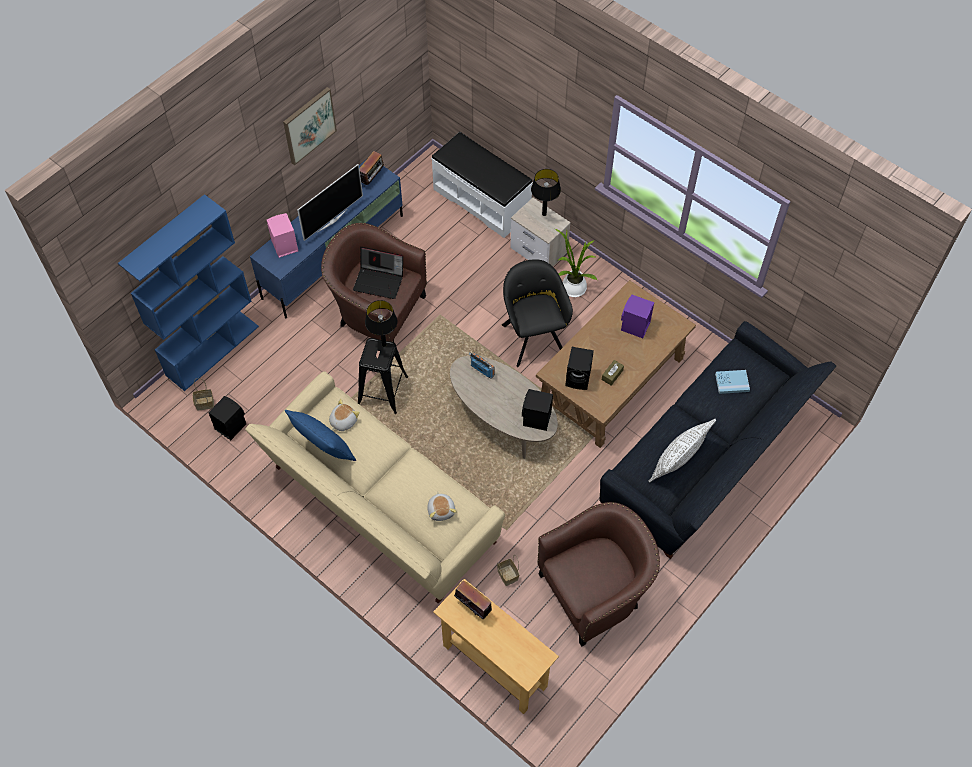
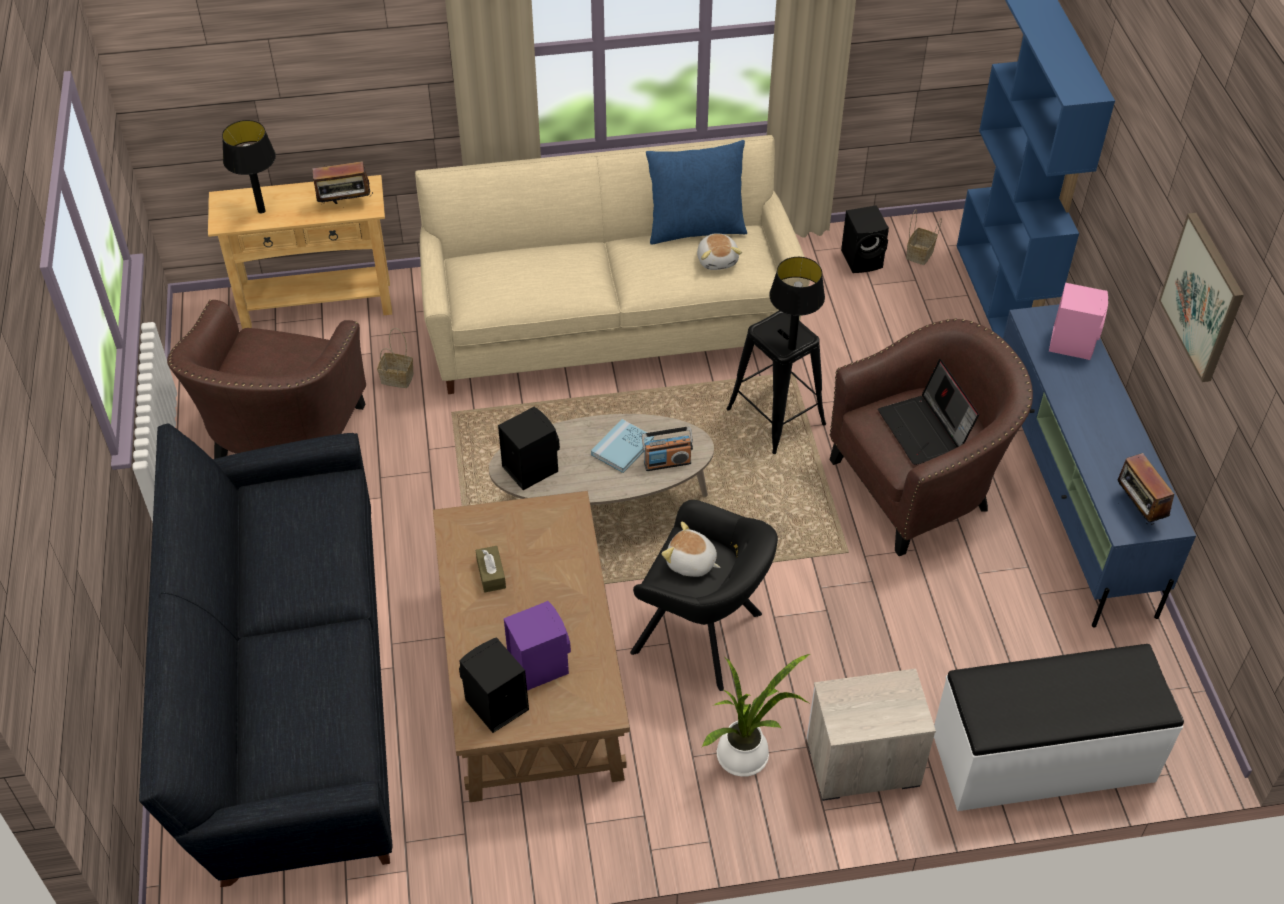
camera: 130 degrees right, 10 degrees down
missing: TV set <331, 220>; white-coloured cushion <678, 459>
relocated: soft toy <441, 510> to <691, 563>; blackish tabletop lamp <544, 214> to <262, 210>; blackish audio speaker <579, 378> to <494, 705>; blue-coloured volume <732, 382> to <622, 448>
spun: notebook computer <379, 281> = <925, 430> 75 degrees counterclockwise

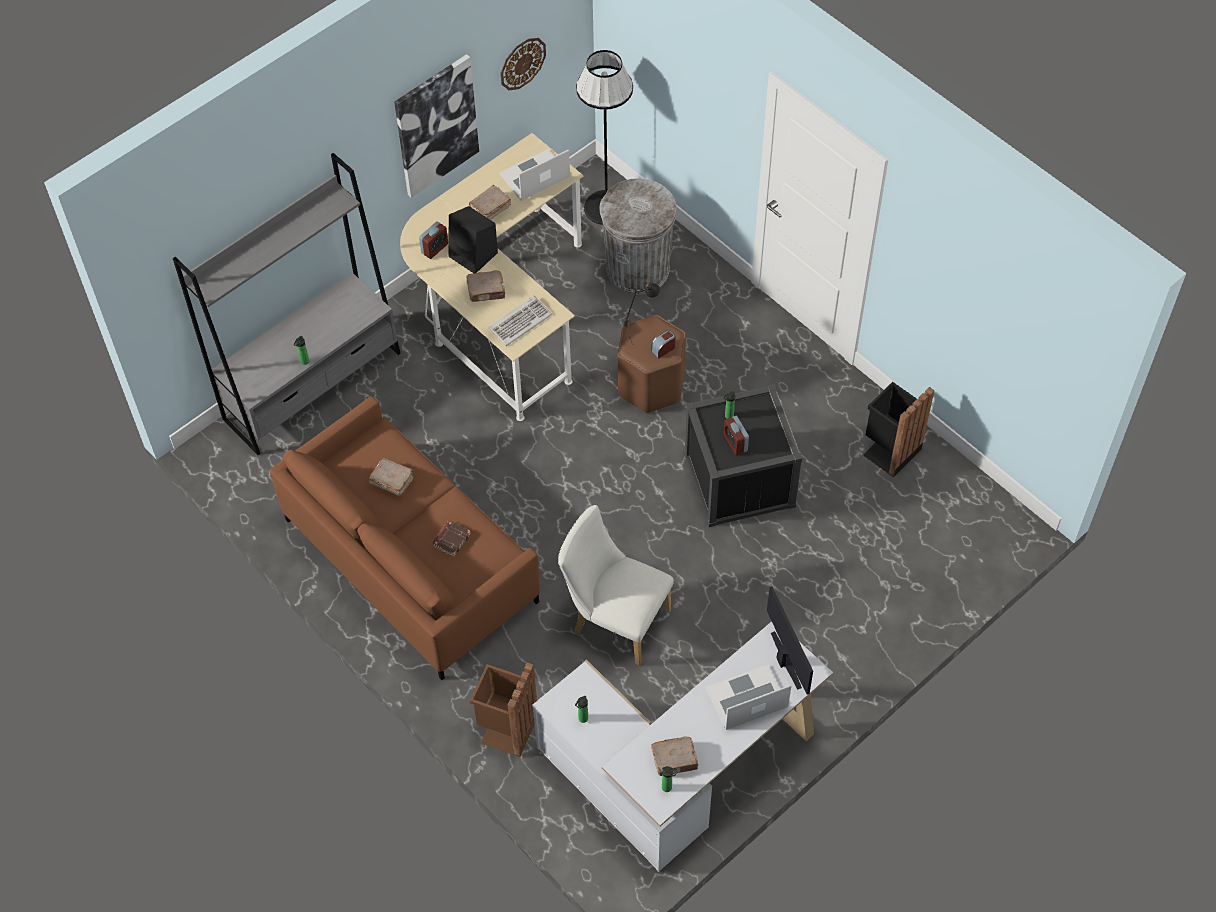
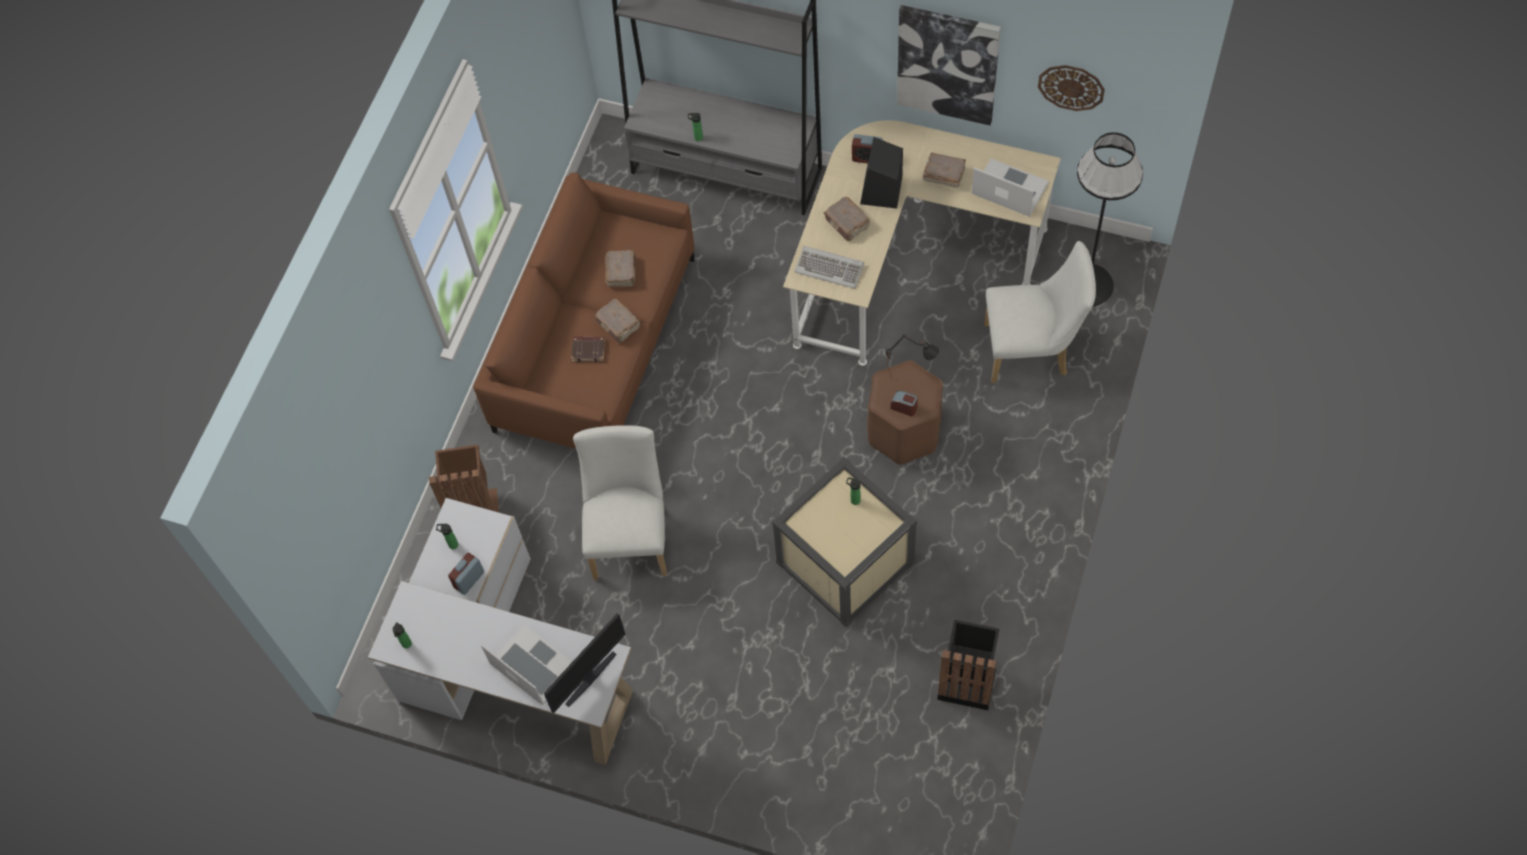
camera: 65 degrees right, 5 degrees up
relocated: brown volume <675, 760> to <618, 325>; bedside clock <735, 443> to <469, 580>
exchanged: greyish trash can <638, 269> to white-coloured plain chair <1032, 350>
colour: blackish storage box <739, 480> to beige storage box <845, 562>

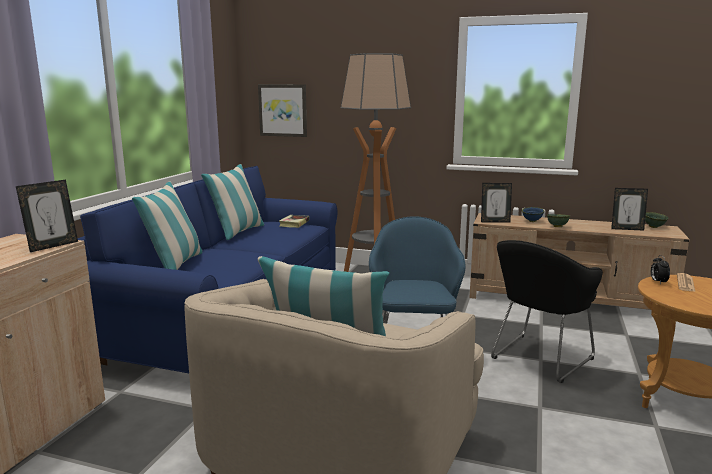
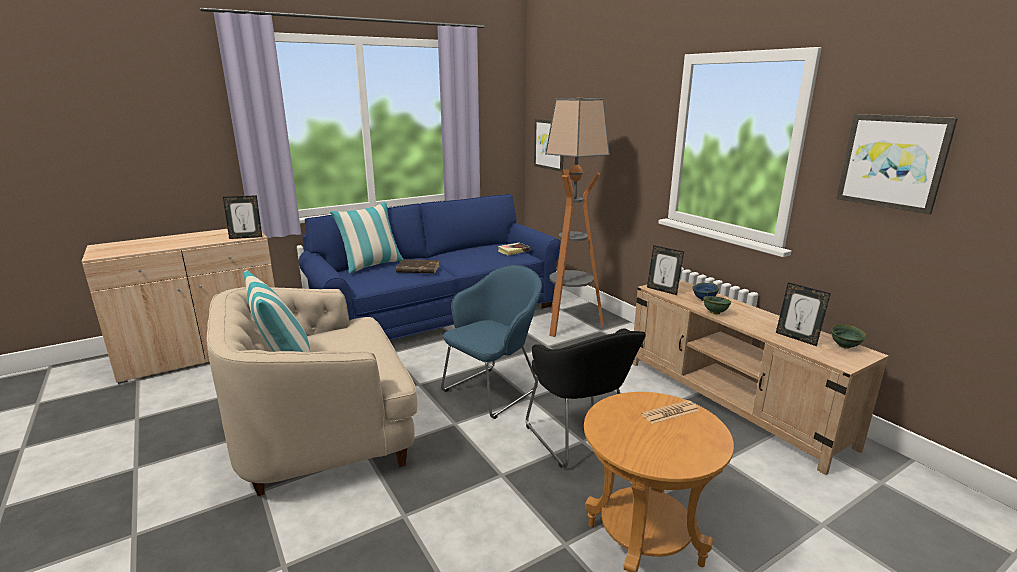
camera: 40 degrees right, 5 degrees up
missing: cushion <237, 232>; bedside clock <658, 282>
appeared: brown volume <417, 269>; picture <893, 162>
spun: blackish armchair <538, 359> = <580, 440> 105 degrees counterclockwise

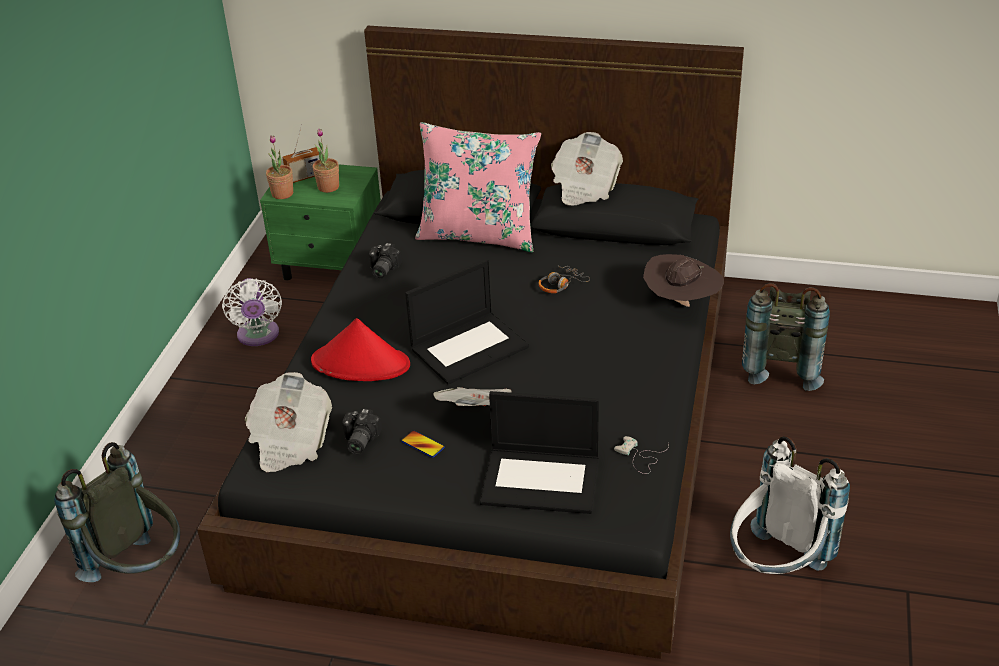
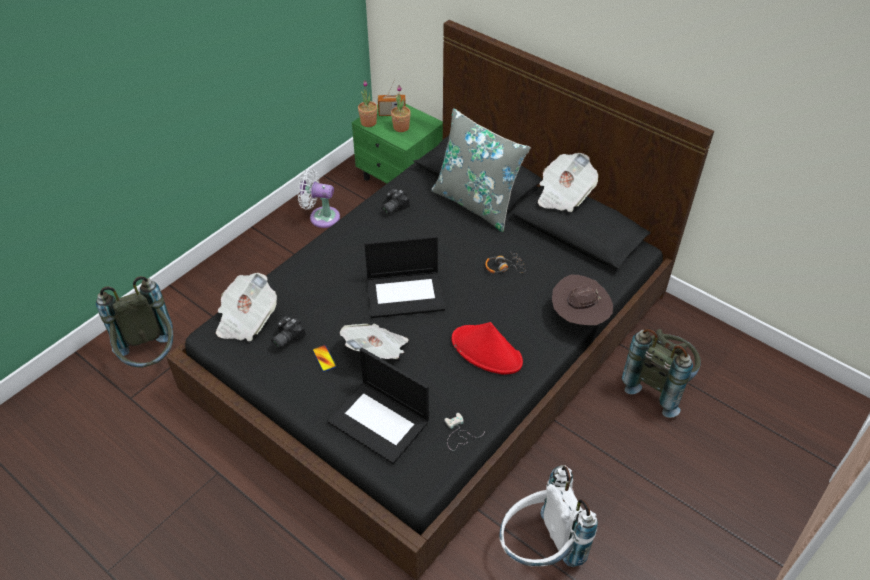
camera: 25 degrees right, 10 degrees up
relocated: reddish hat <361, 363> to <487, 351>
colour: pinkish cushion <479, 234> to greyish cushion <476, 203>
spun: white-coloured fan <258, 336> = <321, 217> 90 degrees clockwise

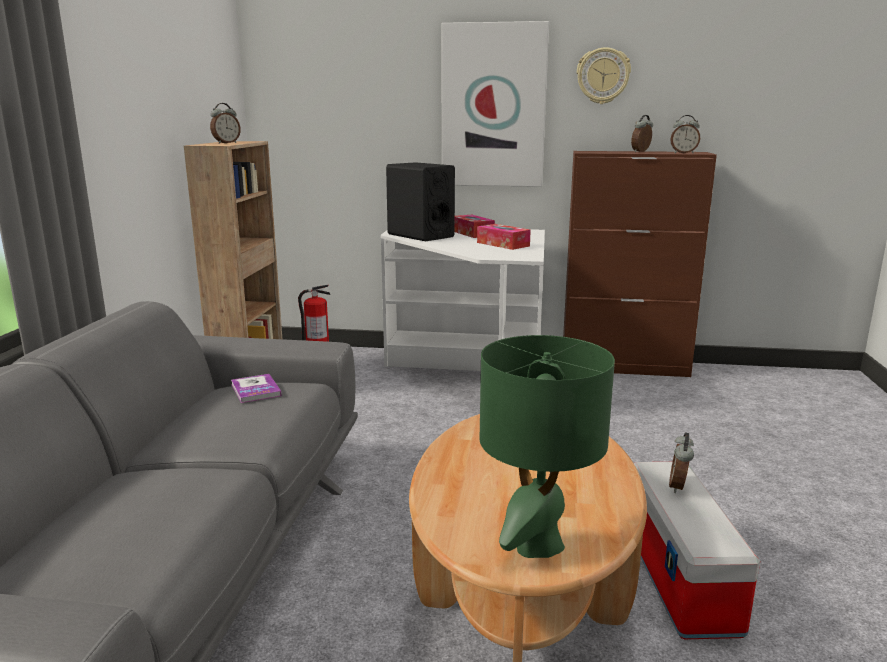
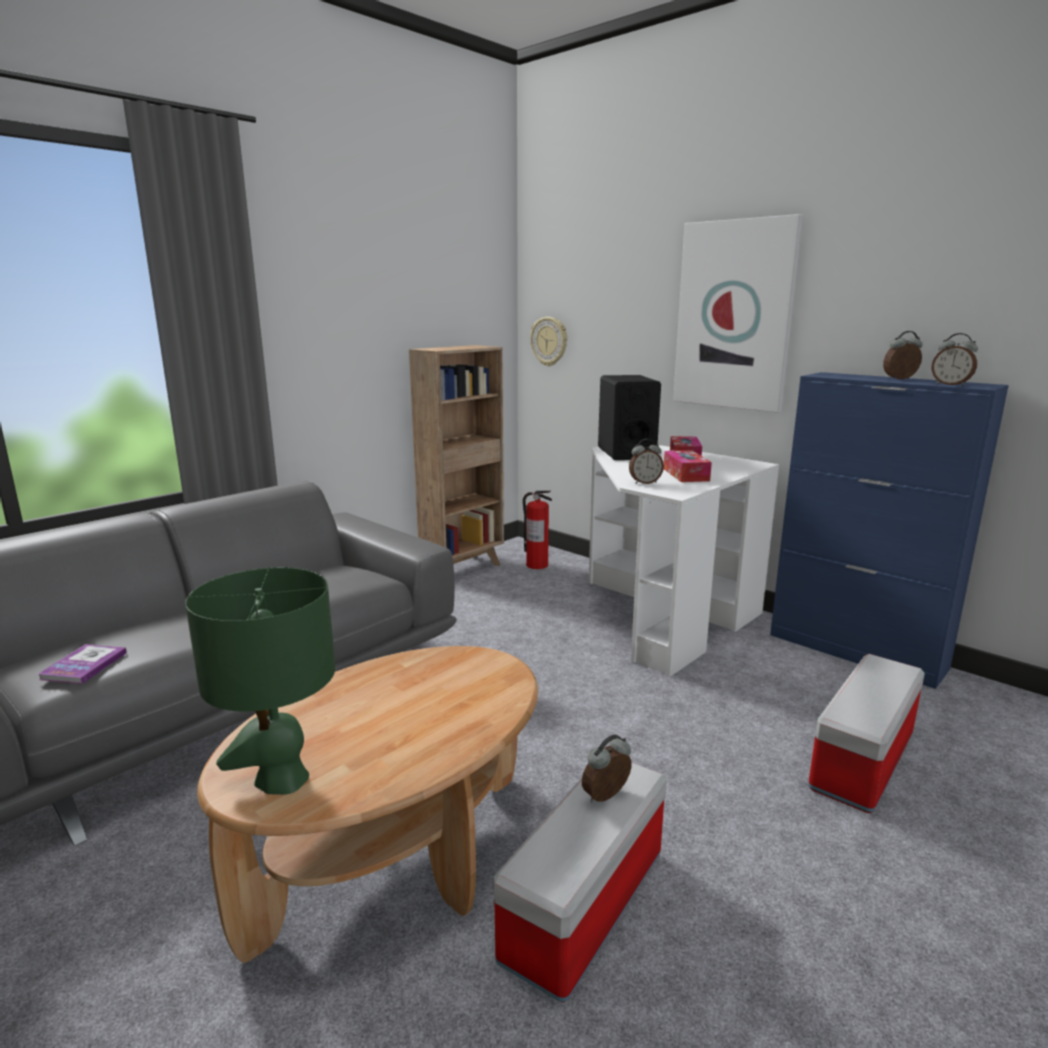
camera: 35 degrees right, 0 degrees up
appeared: storage box <863, 762>
relocated: bedside clock <226, 143> to <645, 483>; volume <256, 390> to <84, 666>; hanging clock <603, 76> to <549, 341>
colour: brown cabinet <625, 367> to blue-coloured cabinet <856, 651>

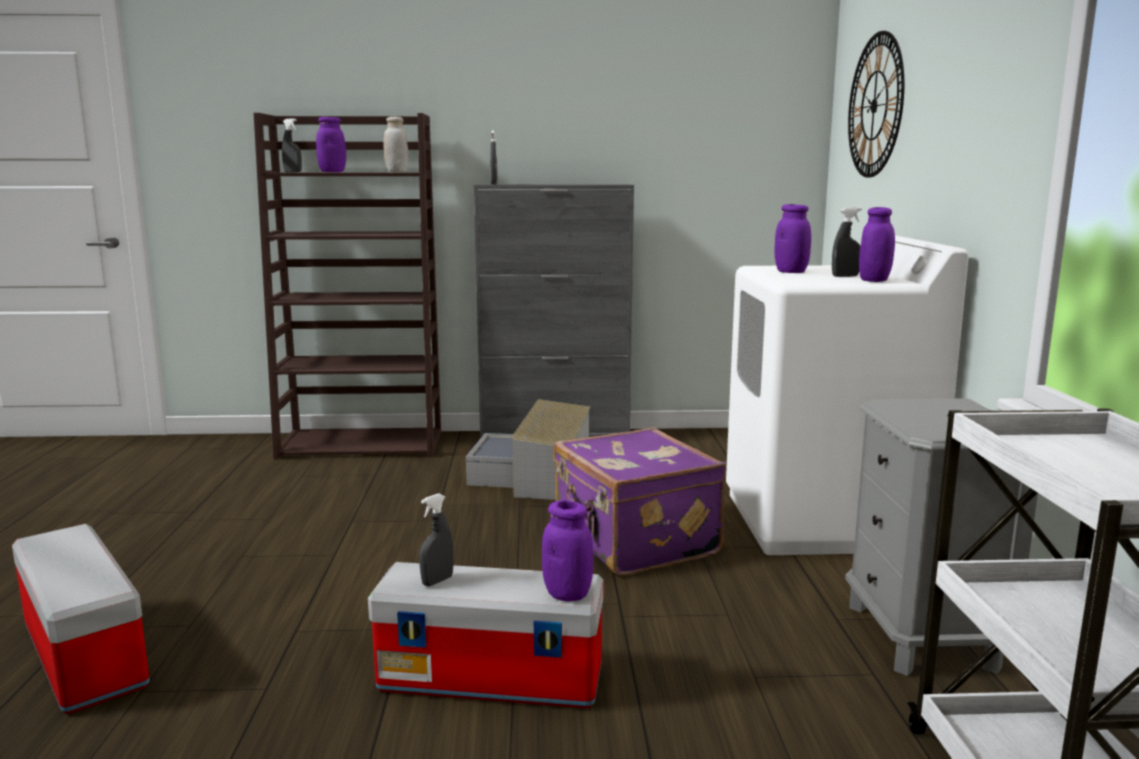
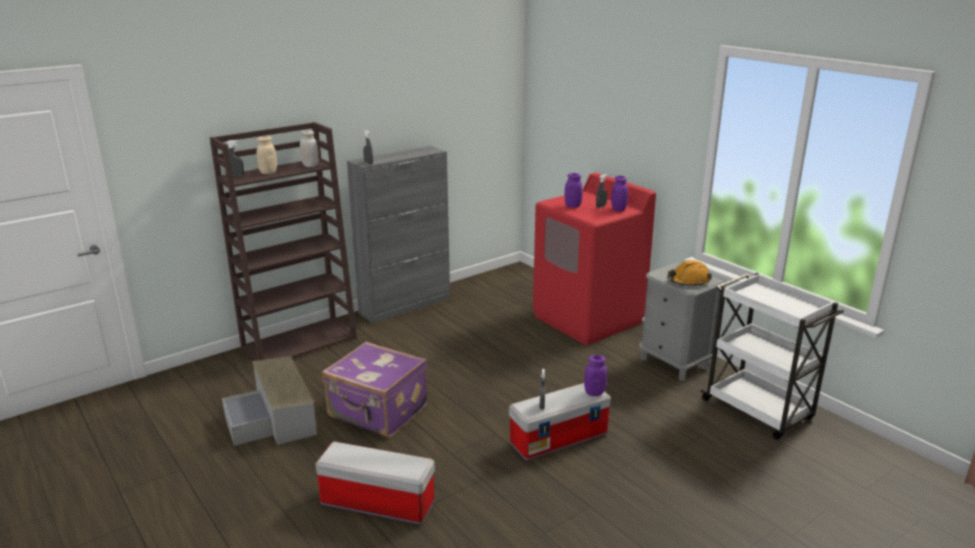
camera: 35 degrees left, 10 degrees up
missing: hanging clock <874, 105>
appeared: orangey work helmet <688, 281>
relocated: greyish storage box <536, 474> to <274, 418>; purplish travel case <633, 541> to <377, 412>
colour: purplish preserve jar <332, 172> to beige preserve jar <268, 172>; white-coloured washing machine <823, 521> to reddish washing machine <588, 319>

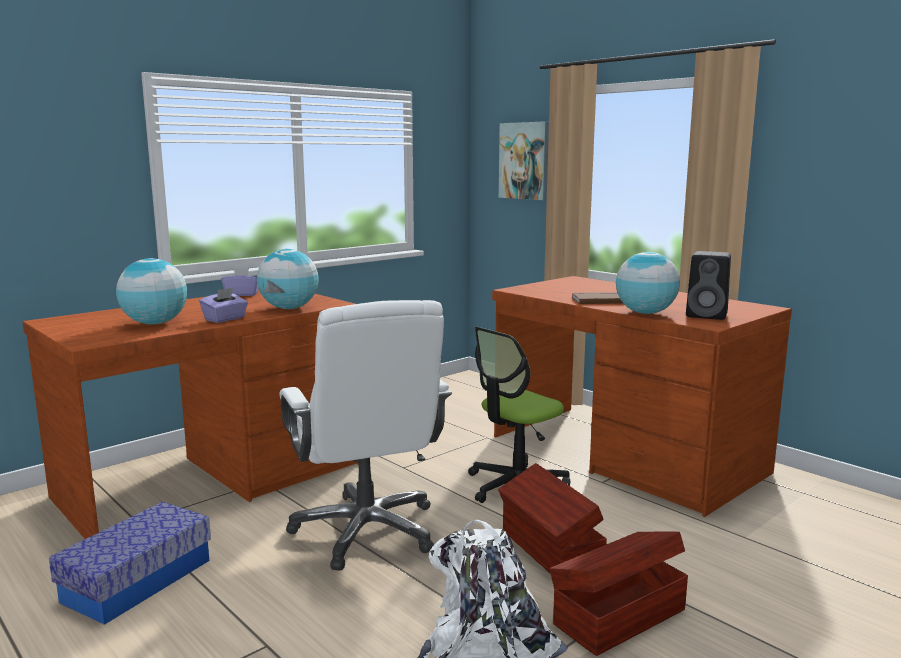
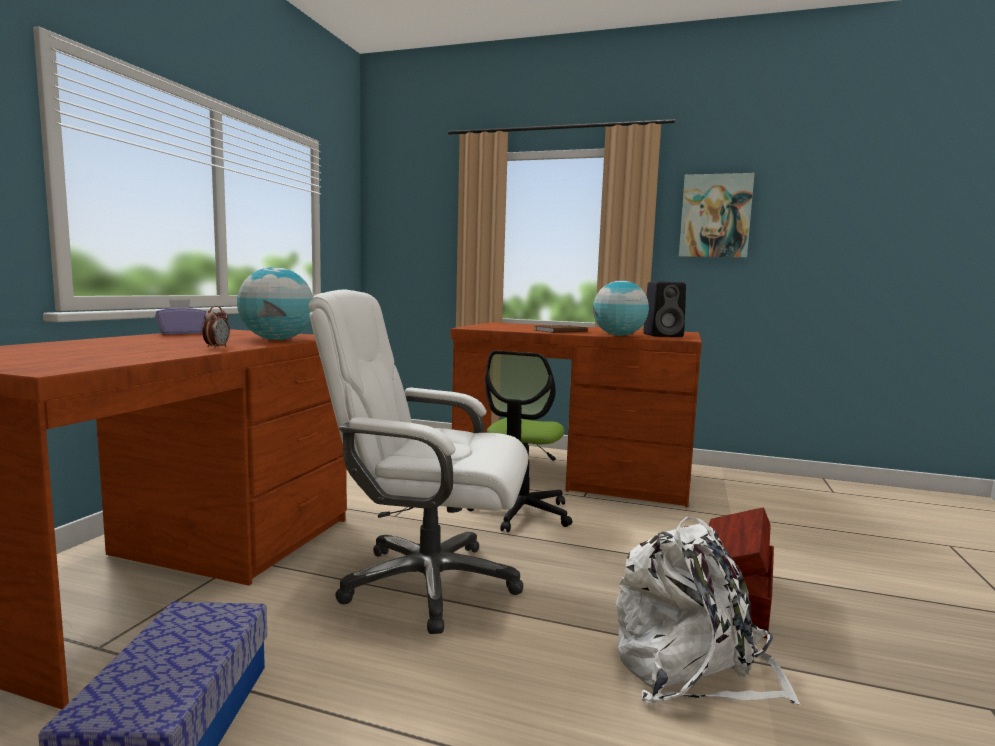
camera: 30 degrees left, 5 degrees down
missing: desk globe <155, 323>; brown storage box <550, 550>
relocated: picture <524, 161> to <715, 216>
exchanged: purplish tissue holder <225, 319> to bedside clock <217, 347>
spun: white-coloured computer chair <367, 531> = <427, 583> 150 degrees clockwise

